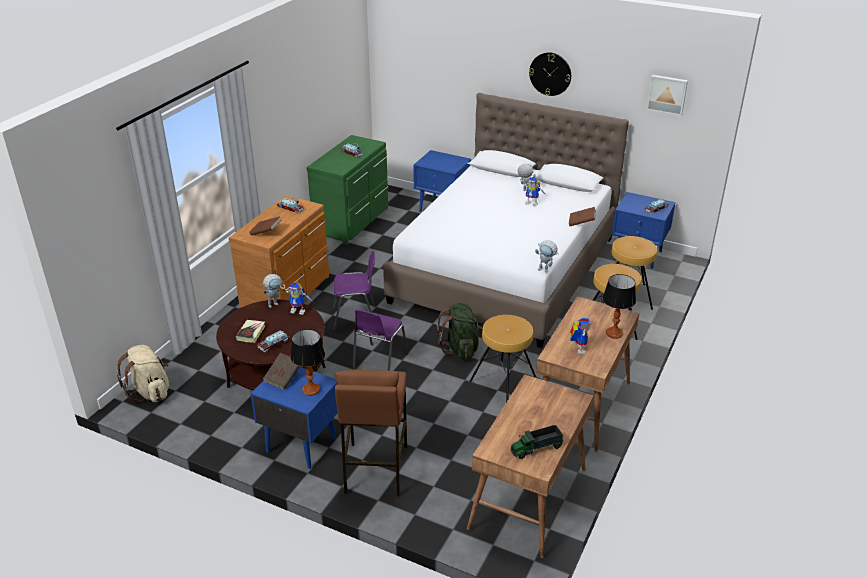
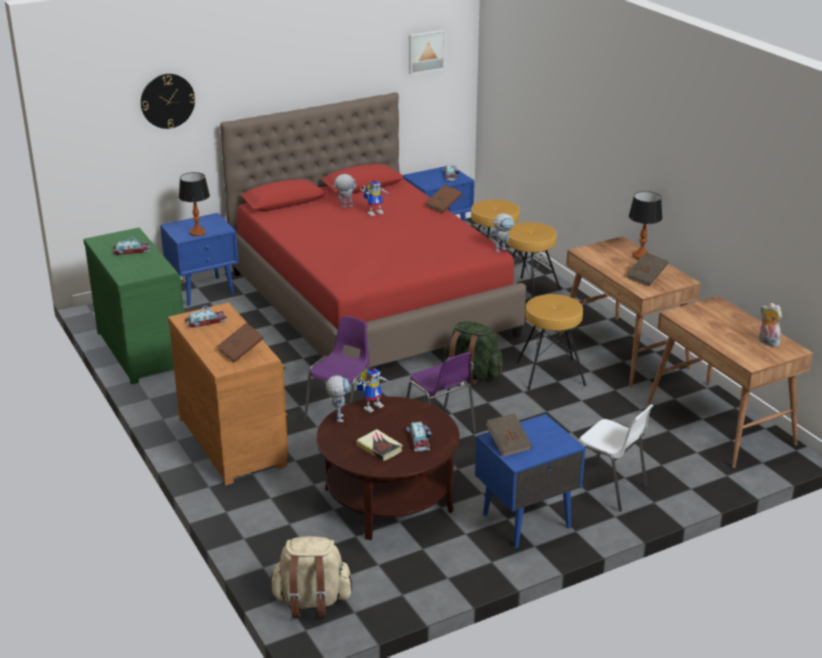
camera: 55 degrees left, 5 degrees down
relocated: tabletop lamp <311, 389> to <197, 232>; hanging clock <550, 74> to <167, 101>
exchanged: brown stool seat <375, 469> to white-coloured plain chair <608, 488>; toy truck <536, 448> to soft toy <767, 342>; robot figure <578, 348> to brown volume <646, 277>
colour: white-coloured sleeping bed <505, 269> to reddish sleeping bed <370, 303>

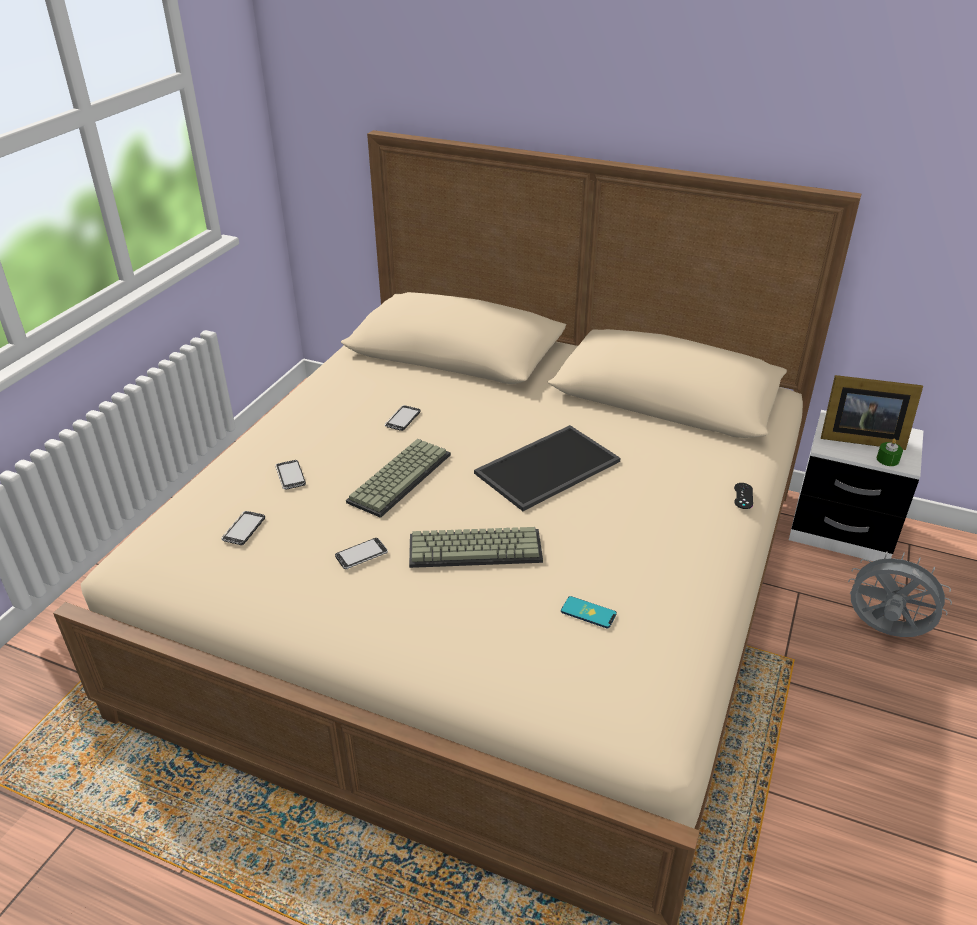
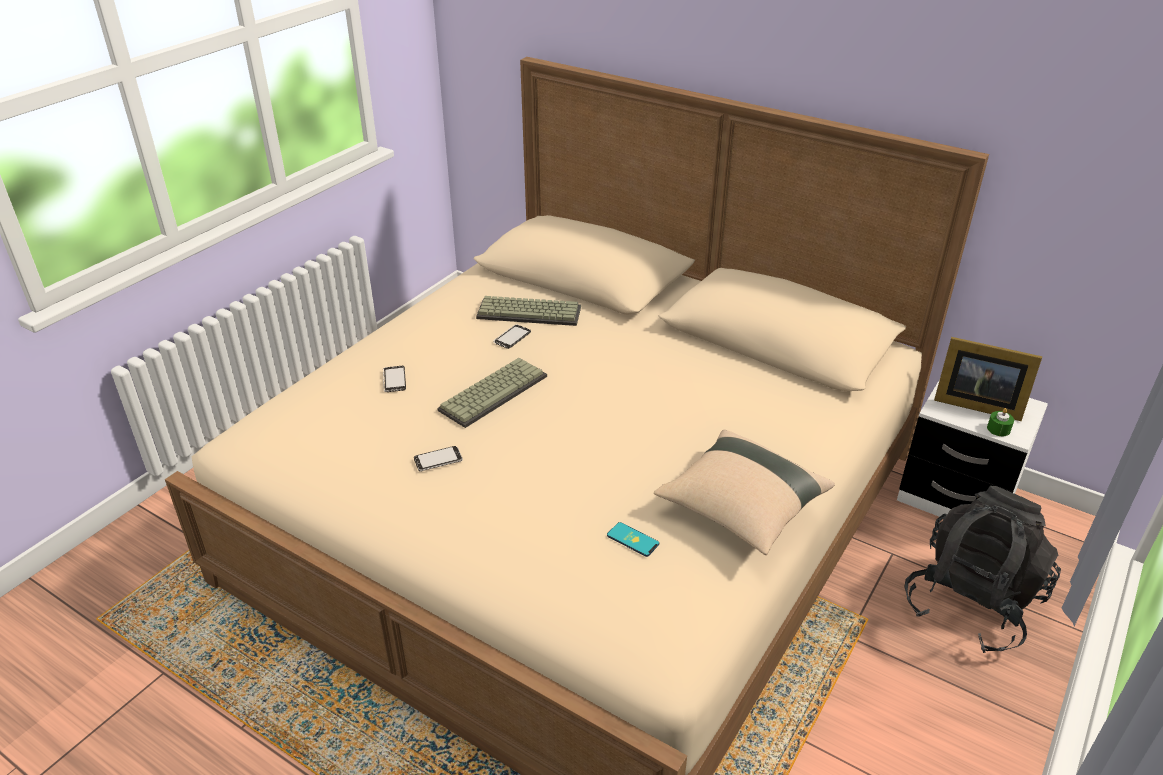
camera: 10 degrees right, 0 degrees up
missing: handset <244, 529>; carrying tray <547, 466>; blackish joypad <743, 496>
appeared: beige cushion <741, 508>
relocated: keyboard <476, 547> to <530, 312>
exchanged: greyish fan <884, 631> to blackish knapsack <971, 604>

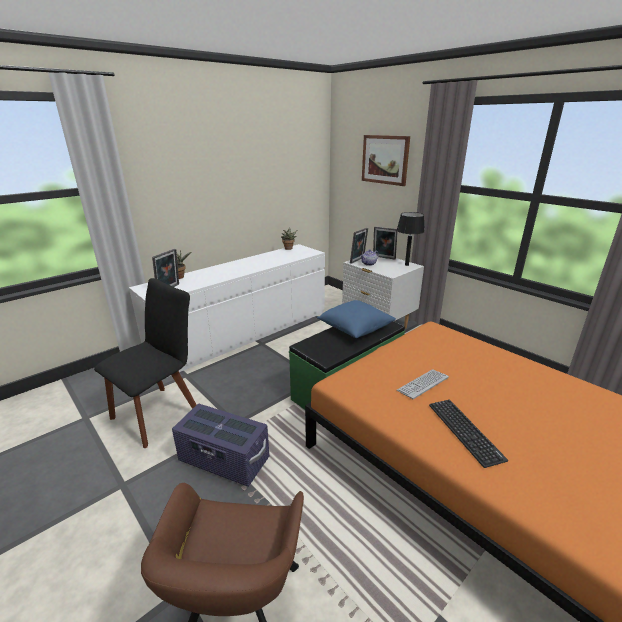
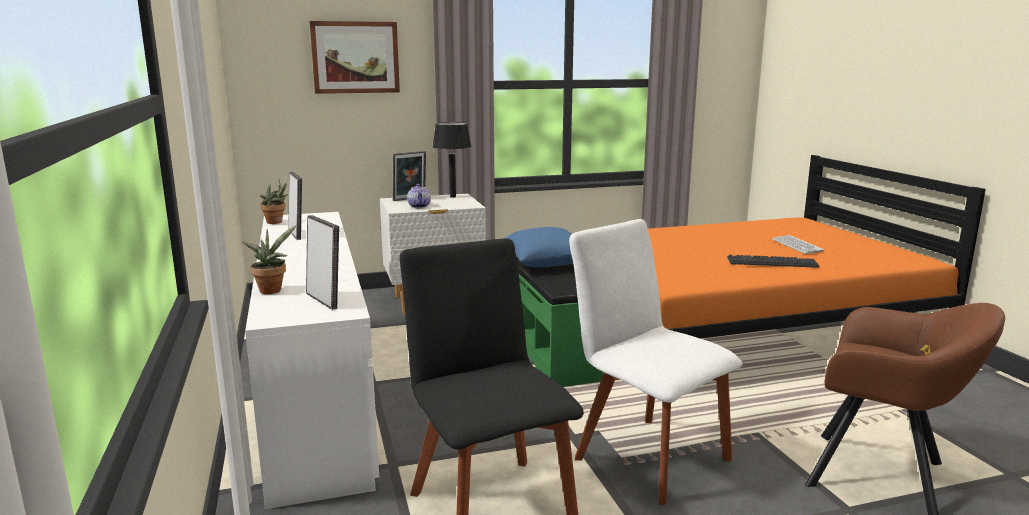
camera: 65 degrees left, 10 degrees down
relocated: standing frame <358, 260> to <297, 234>; keyboard <422, 384> to <796, 245>
exchanged: purplish storage box <224, 460> to white-coloured plain chair <646, 455>

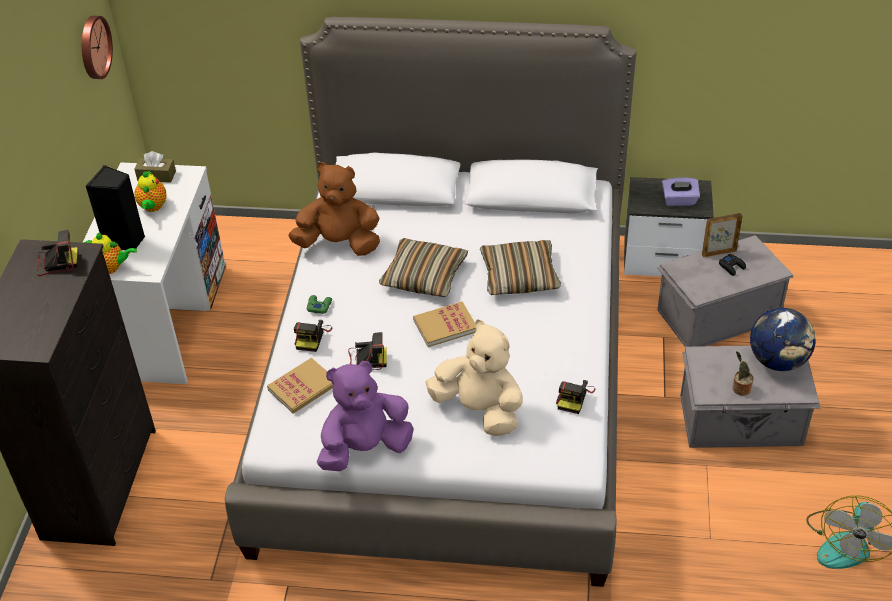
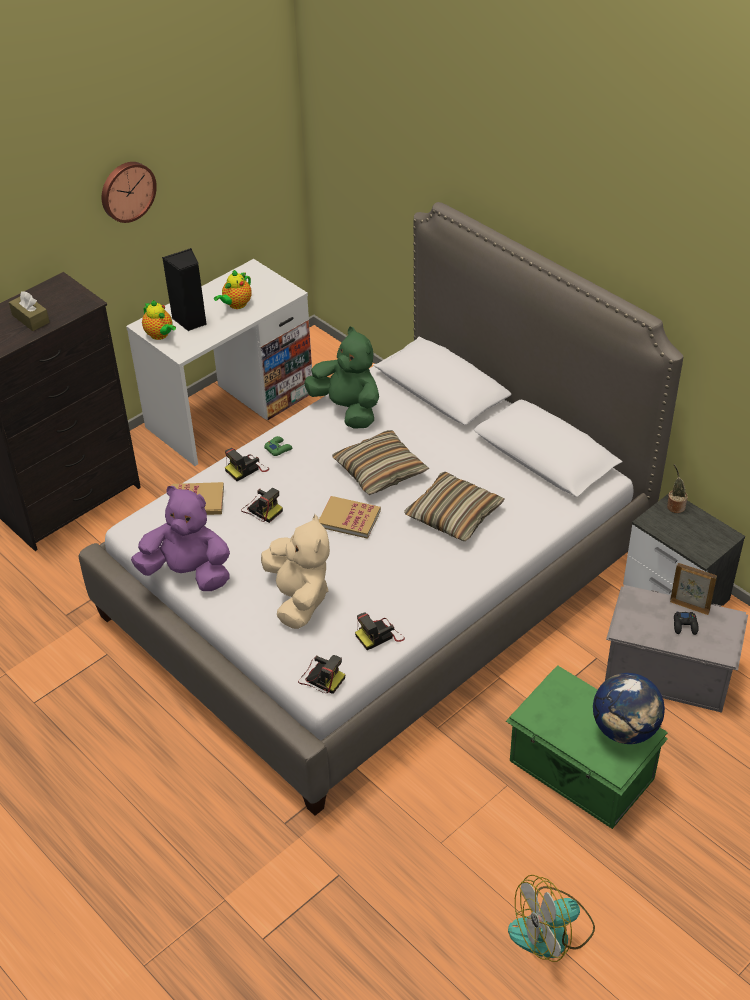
camera: 40 degrees right, 0 degrees up
missing: purplish tissue holder <679, 201>
relocated: photo camera <56, 262> to <321, 677>; hanging clock <93, 47> to <127, 191>; brown tissue holder <156, 176> to <30, 319>; houseplant <740, 388> to <675, 506>
colour: brown soft toy <339, 244> to green soft toy <347, 409>; greyish storage box <741, 421> to green storage box <581, 771>

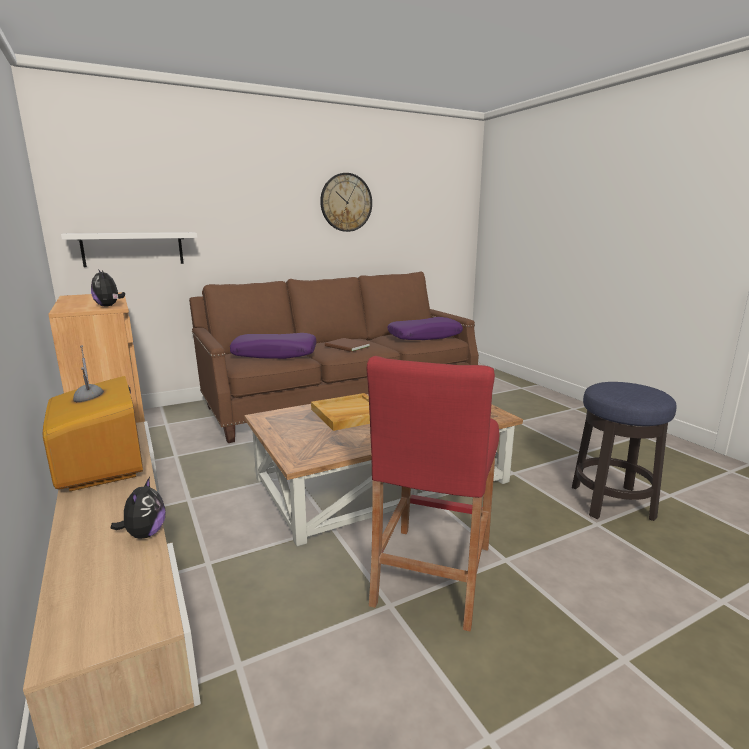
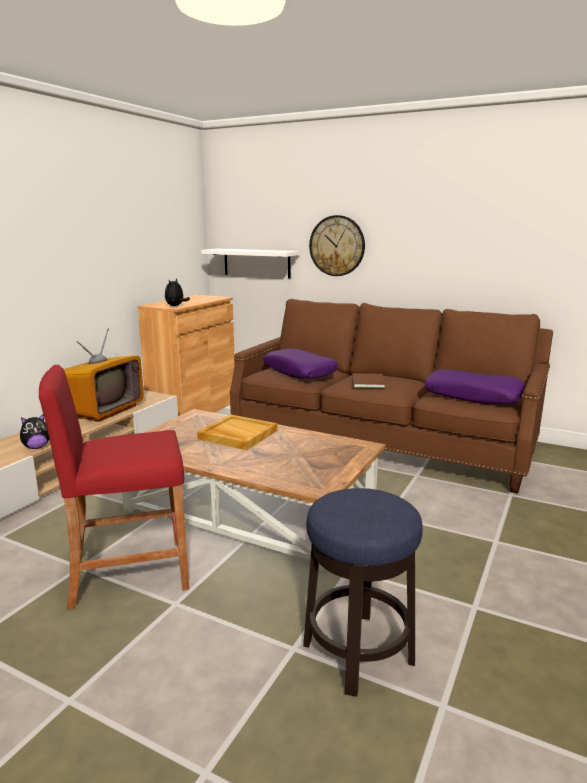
camera: 55 degrees right, 0 degrees up
relocated: hanging clock <346, 202> to <337, 246>

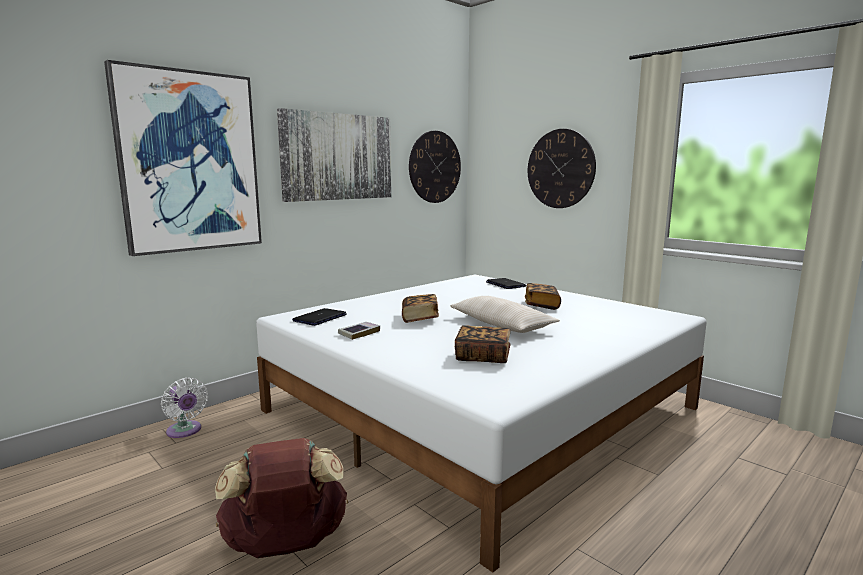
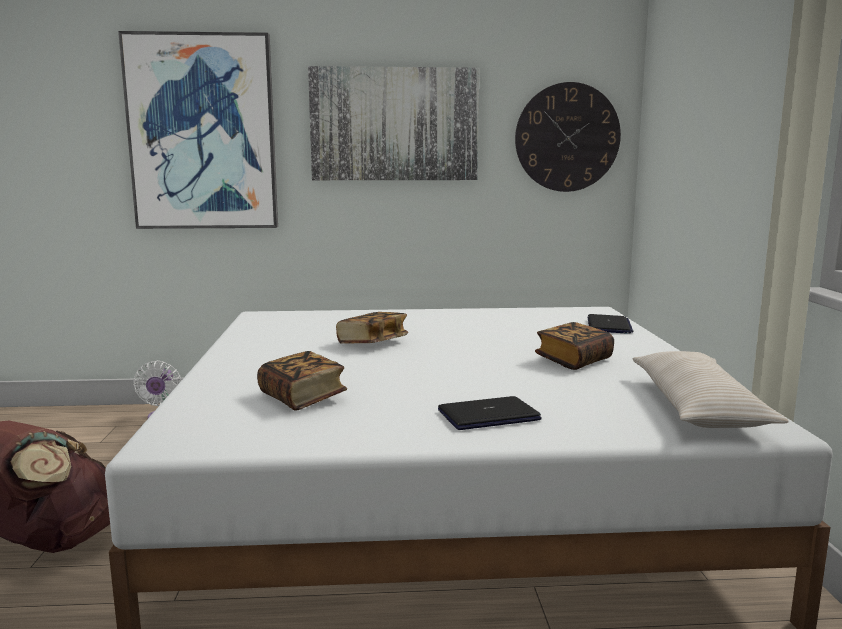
camera: 40 degrees right, 0 degrees up
missing: volume <359, 333>; hanging clock <560, 169>
relocated: notebook computer <320, 318> to <488, 415>; beige cushion <501, 324> to <697, 407>

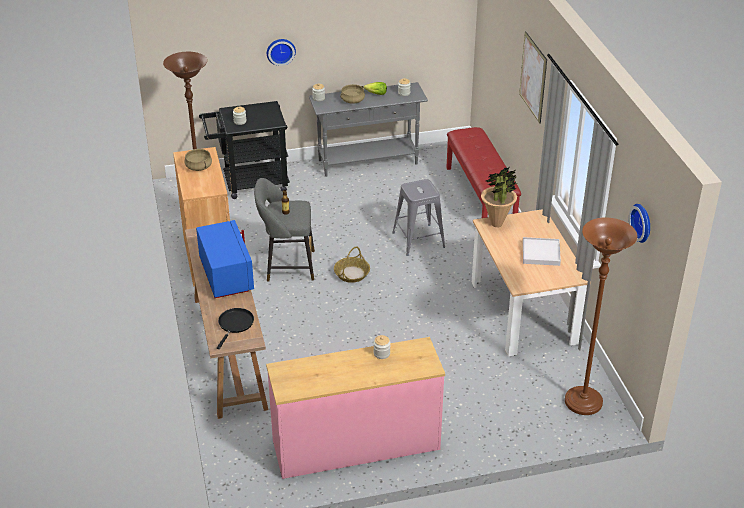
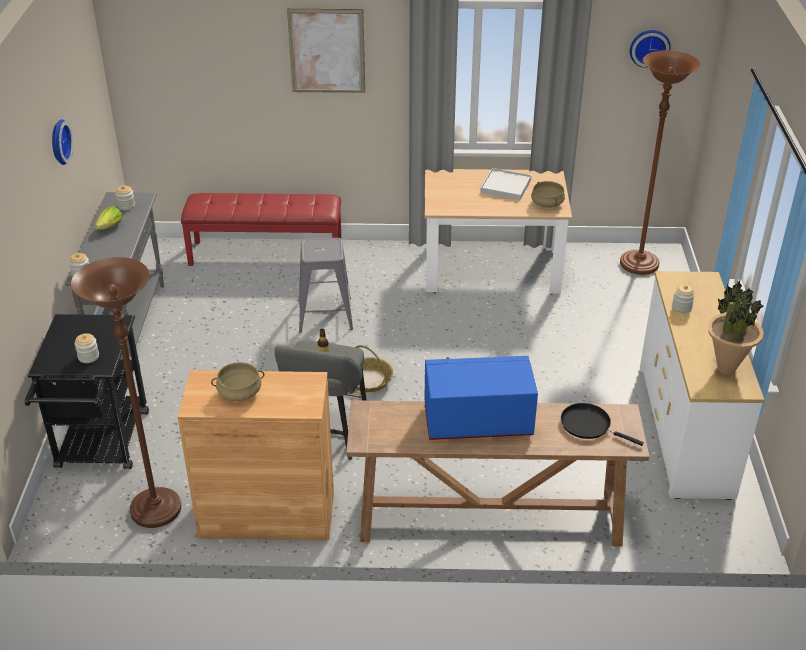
camera: 75 degrees left, 0 degrees up
relocated: hanging clock <280, 51> to <58, 142>; beige stockpot <352, 100> to <547, 203>; houseplant <496, 223> to <725, 368>
colour: pinkish drawer chest <356, 446> to white-coloured drawer chest <685, 429>

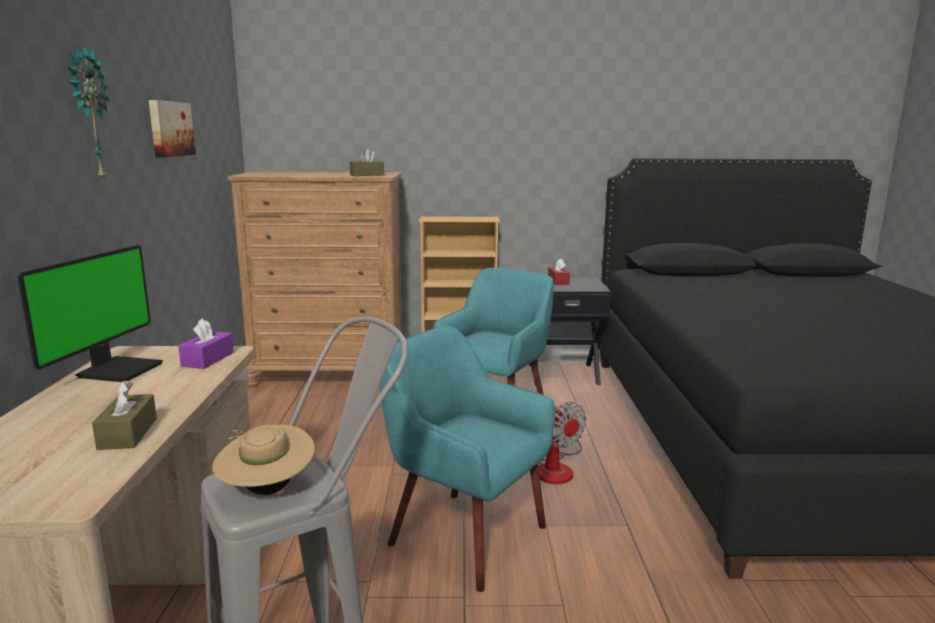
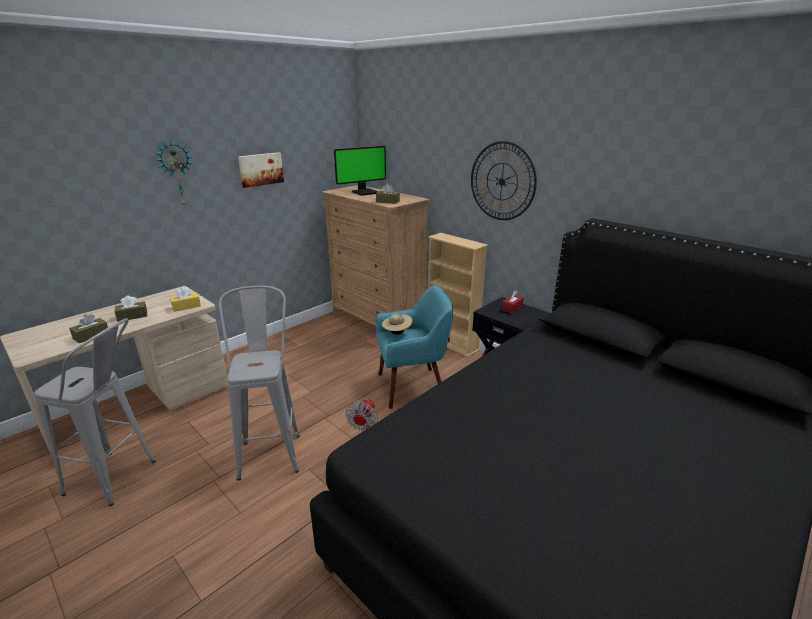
camera: 45 degrees right, 10 degrees up
appeared: brown tissue holder <132, 316>; hanging clock <502, 181>
relocated: computer display <118, 370> to <365, 192>; beige hat <267, 490> to <397, 333>
exchanged: blue-green armchair <465, 535> to greyish stool seat <271, 448>
colour: purplish tissue holder <208, 359> to yellowish tissue holder <186, 306>

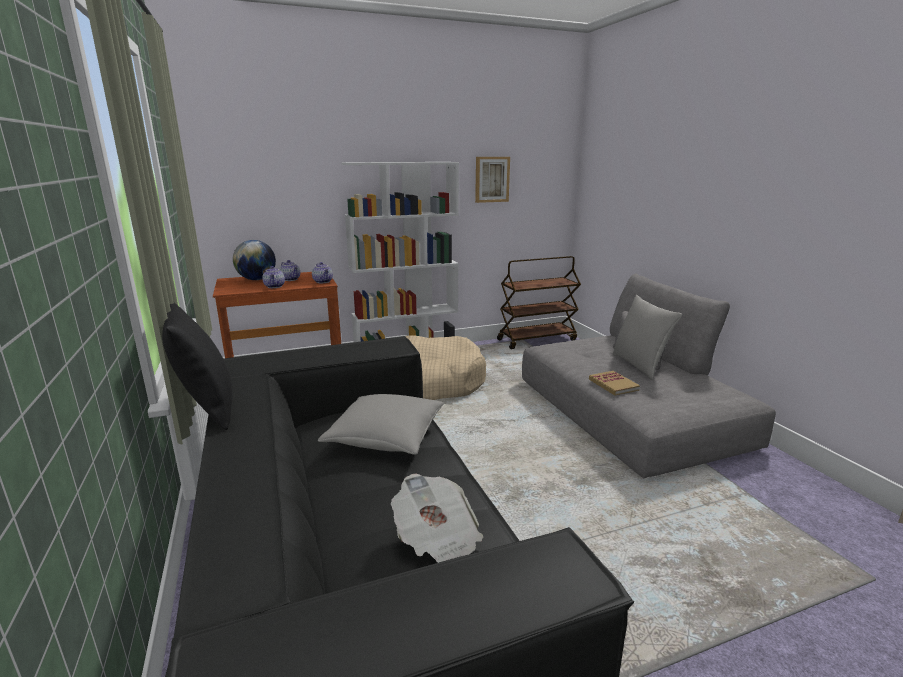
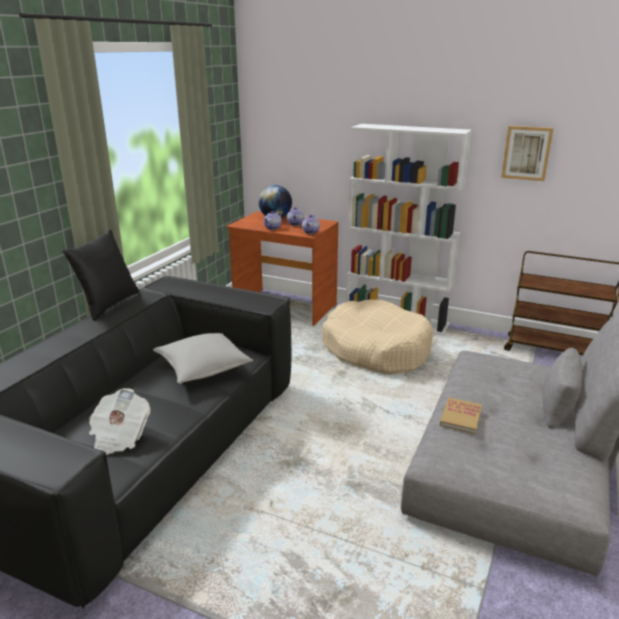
camera: 45 degrees right, 5 degrees up
missing: greyish cushion <639, 365>

